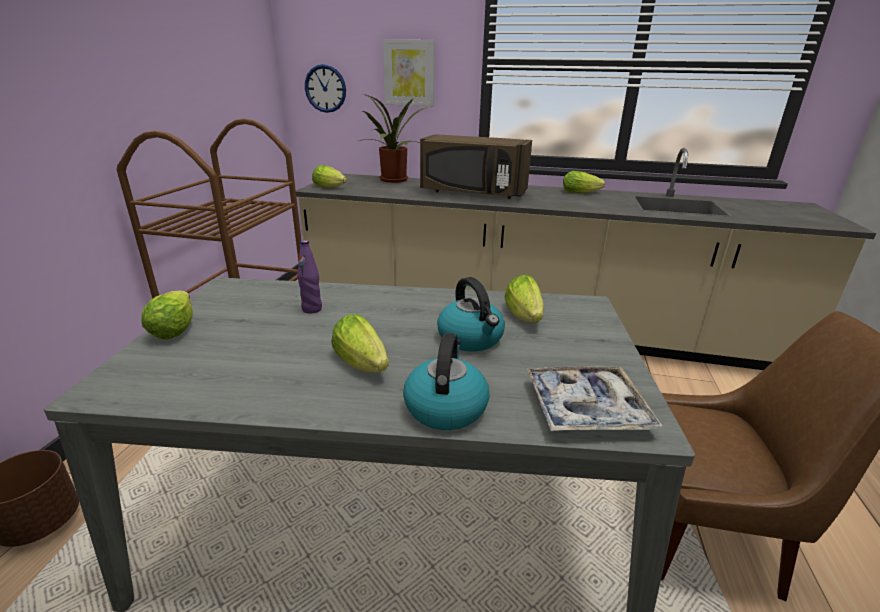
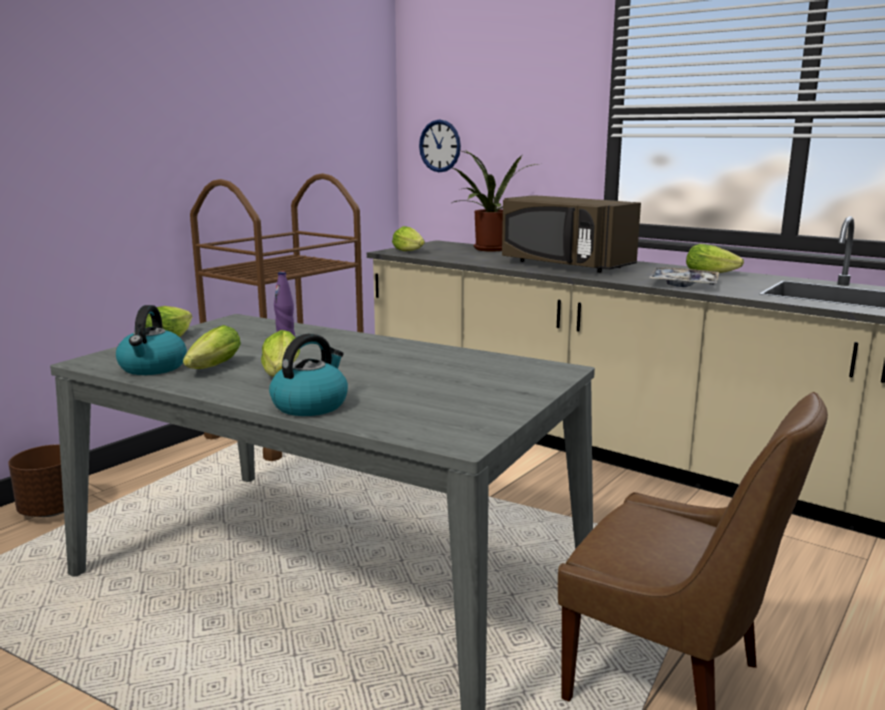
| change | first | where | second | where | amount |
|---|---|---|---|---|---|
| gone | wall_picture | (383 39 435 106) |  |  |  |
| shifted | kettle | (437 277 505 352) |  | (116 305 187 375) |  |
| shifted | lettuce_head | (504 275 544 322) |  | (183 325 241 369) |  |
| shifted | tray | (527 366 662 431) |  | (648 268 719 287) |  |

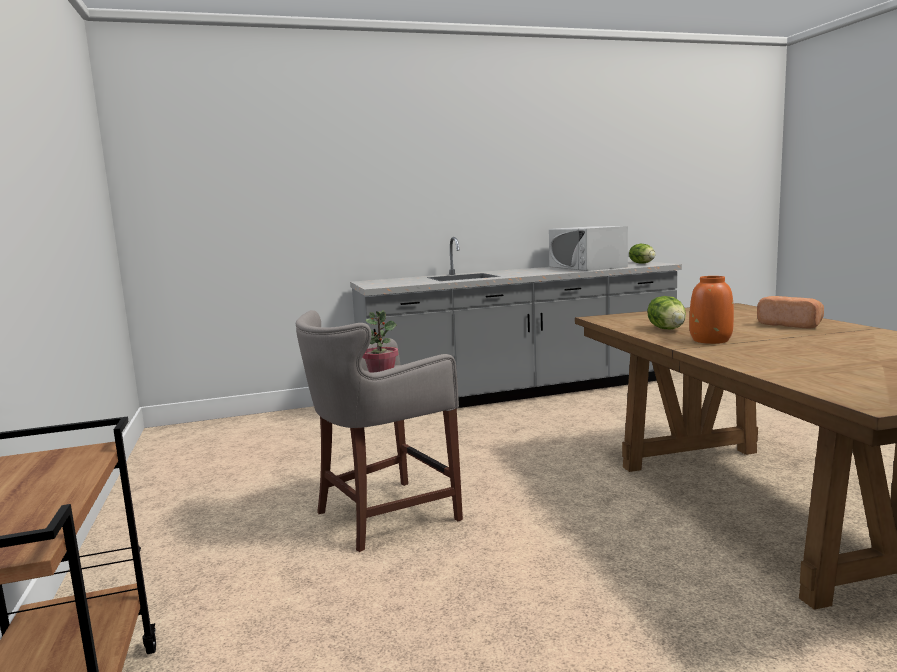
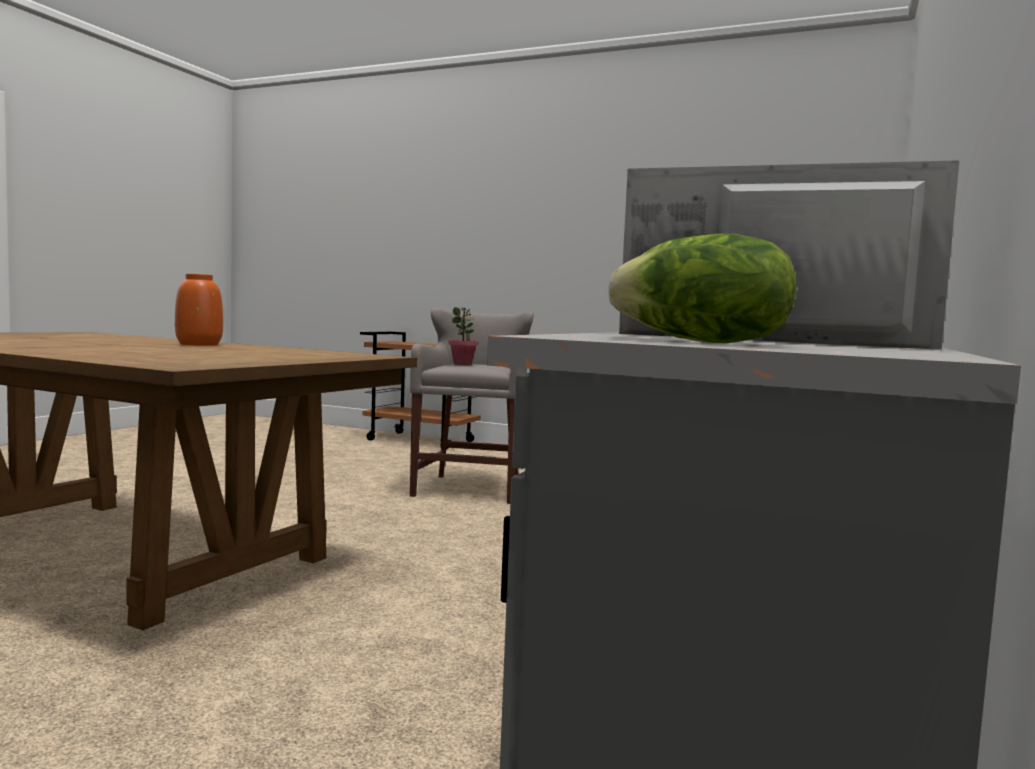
| change | first | where | second | where | amount |
|---|---|---|---|---|---|
| gone | lettuce_head | (648 296 686 329) |  |  |  |
| gone | baked_bread | (757 296 824 328) |  |  |  |

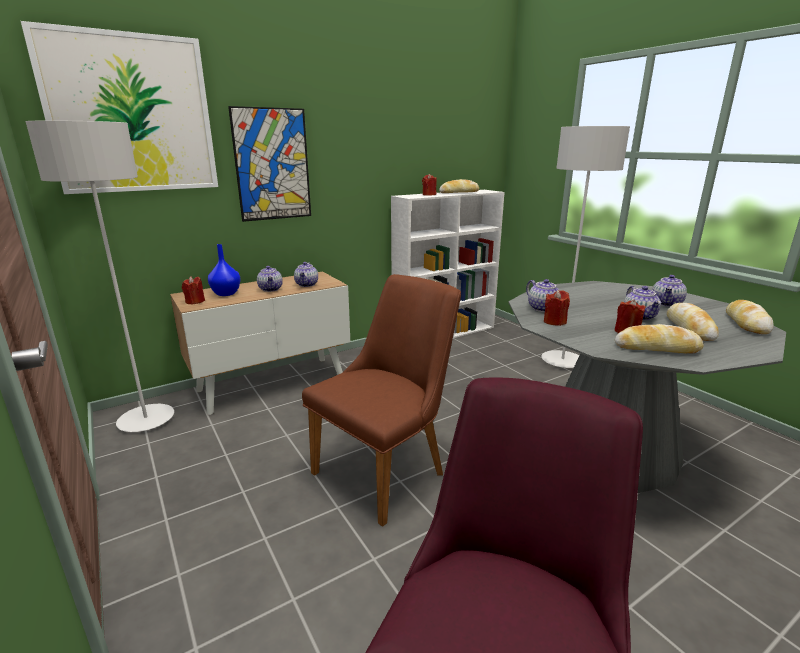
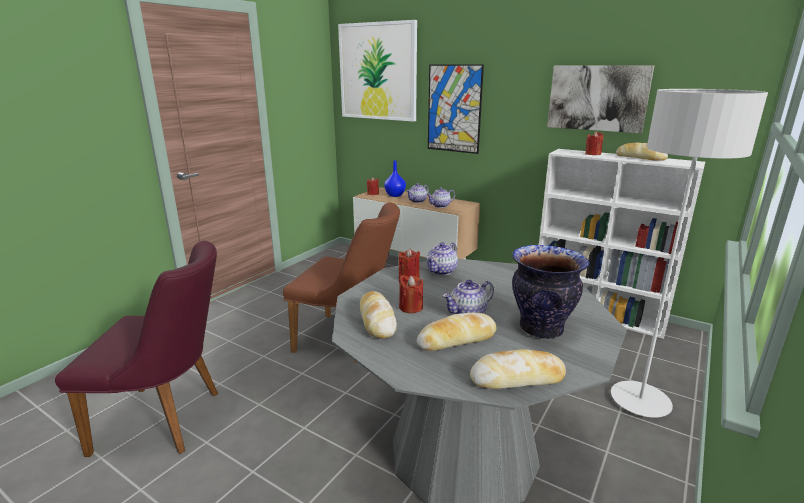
| change | first | where | second | where | amount |
|---|---|---|---|---|---|
| gone | gray_floor_lamp | (25 121 174 432) |  |  |  |
| swapped | pot_for_tea | (652 275 687 307) | decorative_vase | (512 245 589 339) |  |
| new |  |  | wall_picture | (547 66 654 133) |  |

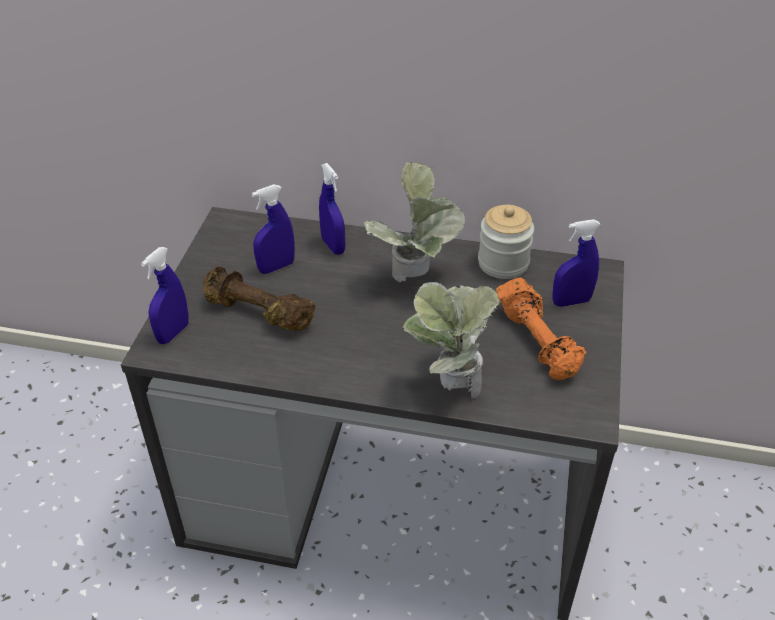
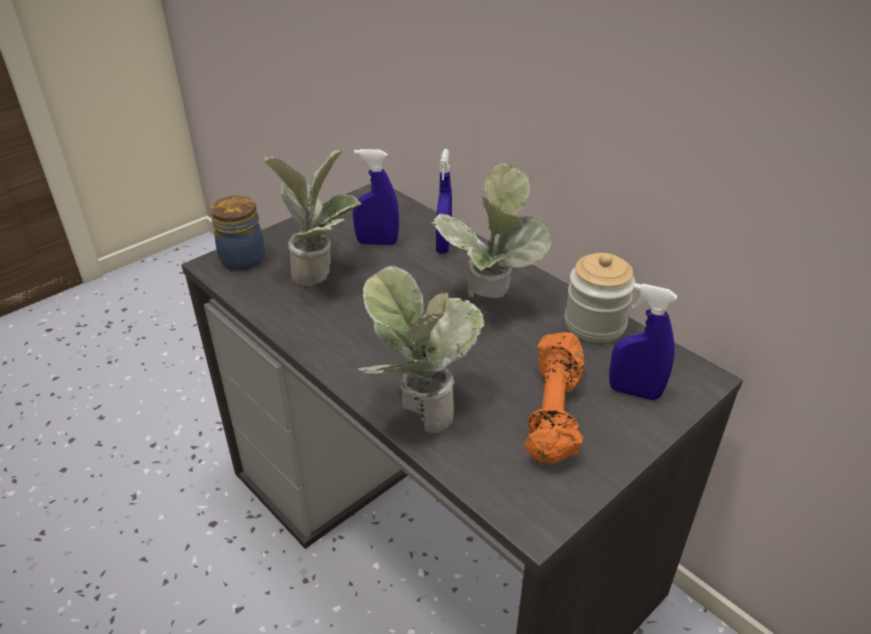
| change | first | where | second | where | amount |
|---|---|---|---|---|---|
| swapped | blue_hand_sprayer | (141 247 189 344) | storage_jar | (210 196 265 270) |  |
| swapped | brown-coloured_dumbbell | (203 266 315 331) | plant_in_a_pot | (263 149 361 286) |  |

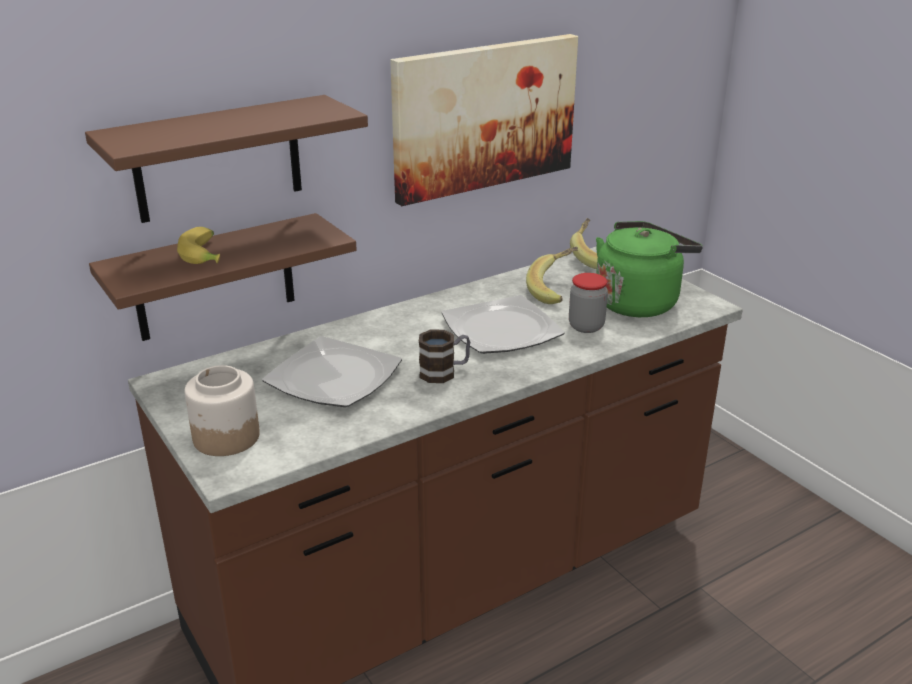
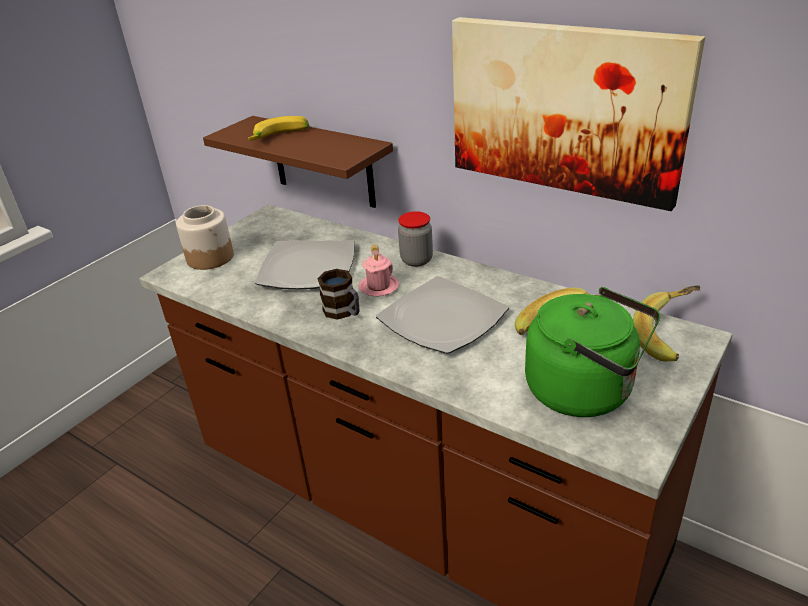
| change | first | where | second | where | amount |
|---|---|---|---|---|---|
| gone | brown-coloured_shelf | (85 95 368 223) |  |  |  |
| shifted | storage_jar | (569 273 608 333) |  | (398 211 433 267) |  |
| new |  |  | pink-coloured_coffee_mug | (358 244 399 296) |  |

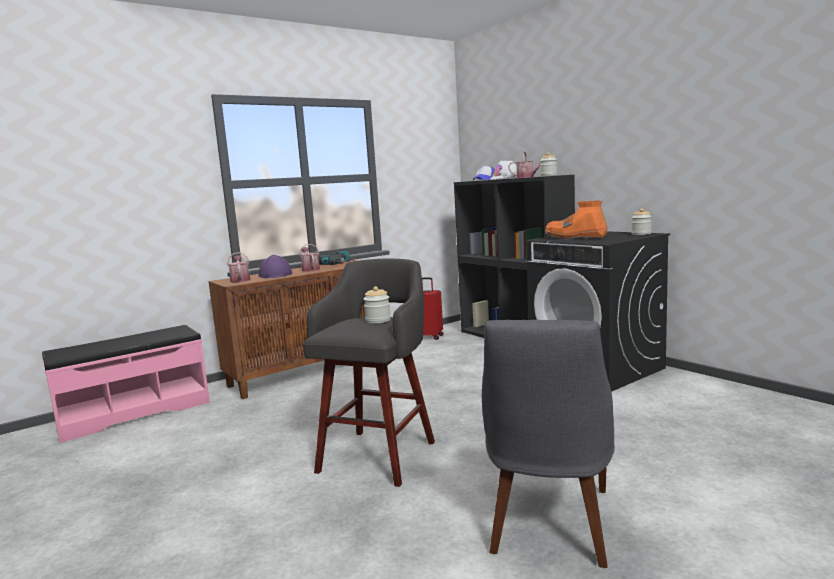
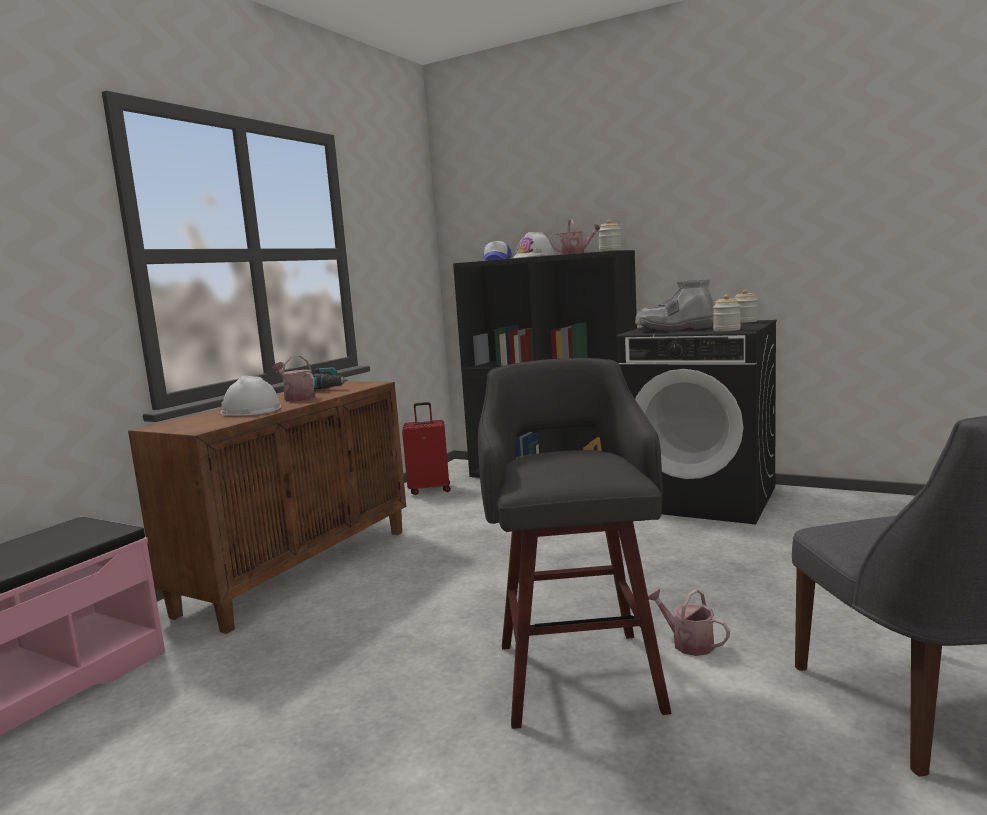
| change | first | where | second | where | amount |
|---|---|---|---|---|---|
| shifted | watering_can | (227 252 251 282) |  | (648 589 730 656) |  |
| repainted | purplish_hard_hat | (258 255 293 278) | whitish_hard_hat | (220 376 281 416) |  |
| shifted | storage_jar | (364 286 391 323) |  | (713 294 741 331) |  |
| repainted | orangey_boot | (545 201 607 239) | gray_boot | (635 280 714 331) |  |

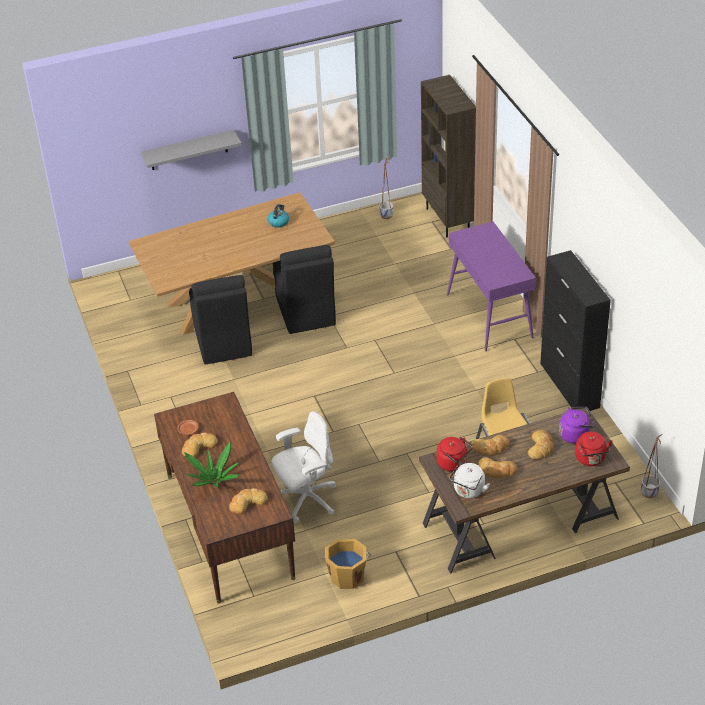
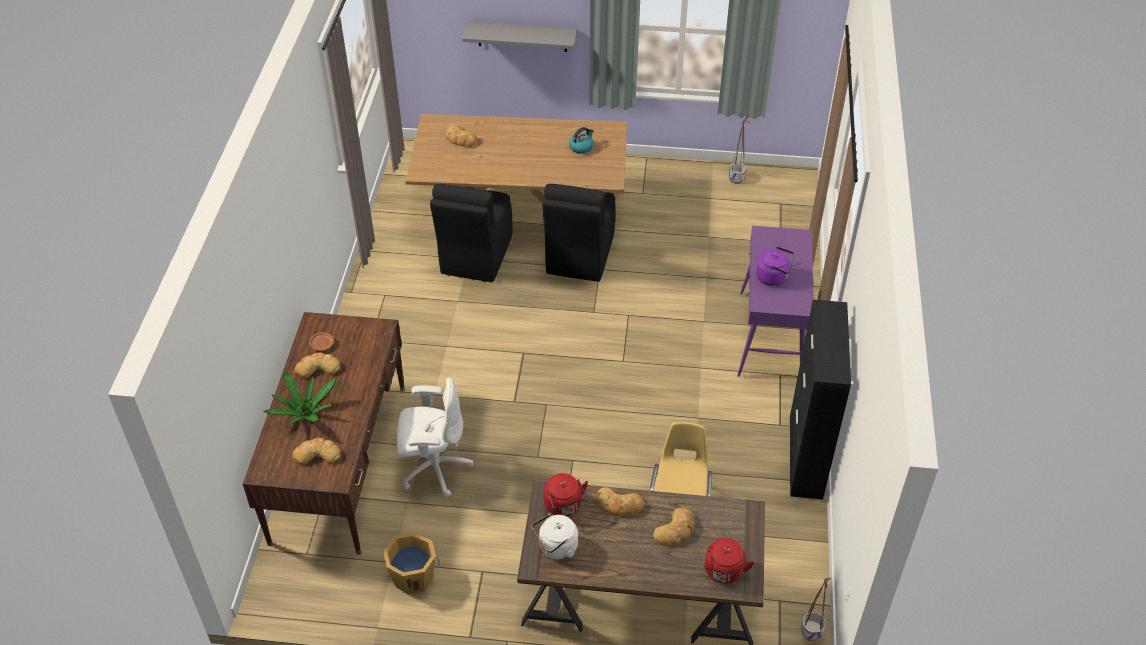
| change | first | where | second | where | amount |
|---|---|---|---|---|---|
| gone | brown-coloured_shelving_unit | (421 75 476 237) |  |  |  |
| shifted | baked_bread | (478 457 518 479) |  | (446 124 477 147) |  |
| shifted | purplish_kettle | (559 407 595 444) |  | (756 247 795 286) |  |

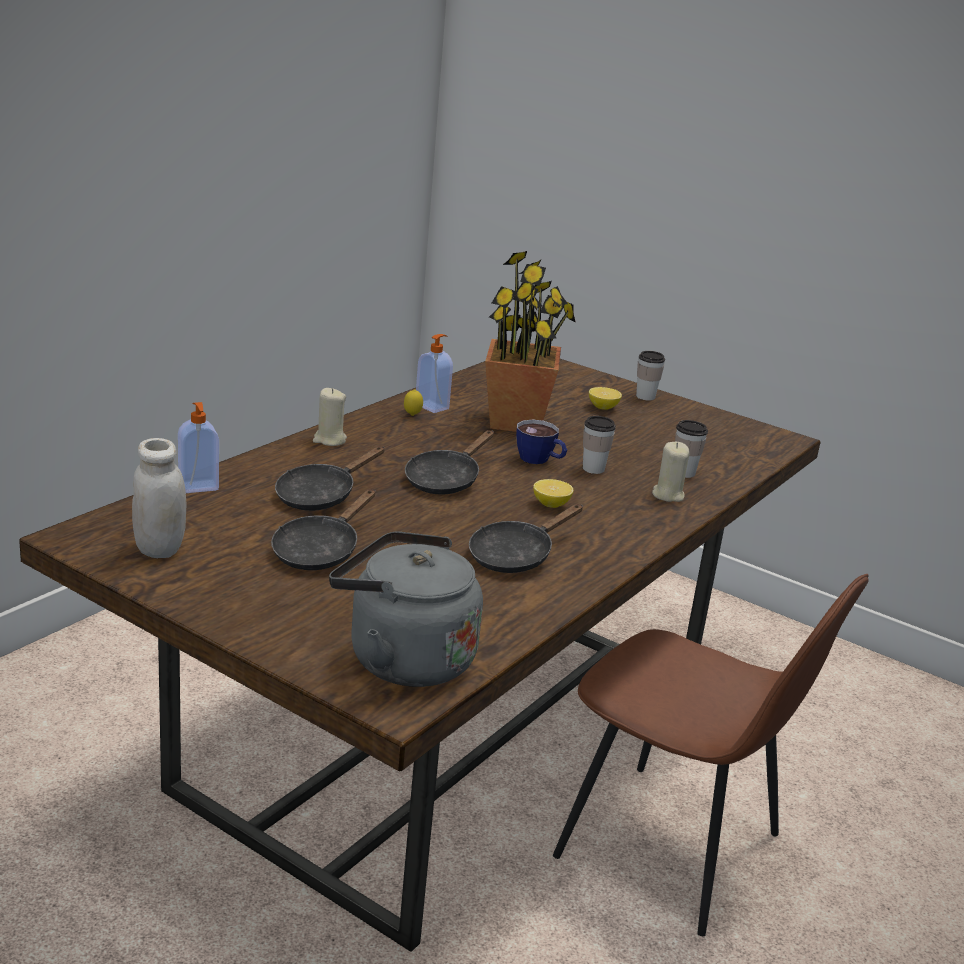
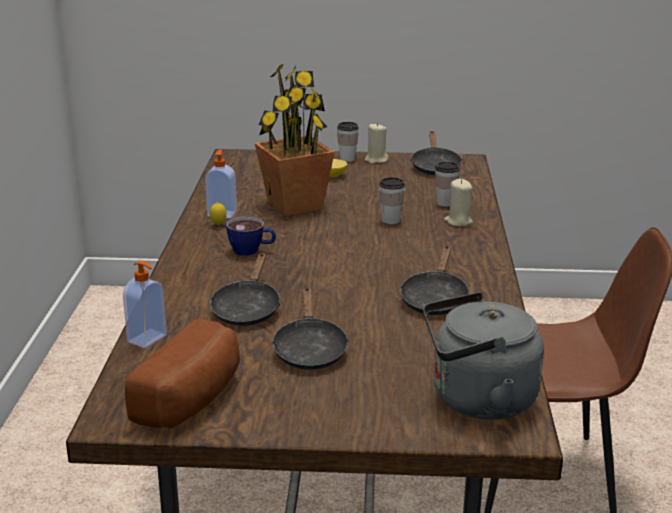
| change | first | where | second | where | amount |
|---|---|---|---|---|---|
| swapped | whitish_storage_jar | (132 438 187 558) | baked_bread | (125 318 240 428) |  |
| shifted | beige_wax_light | (313 388 347 446) |  | (365 123 389 164) |  |
| shifted | black-coloured_frying_pan | (405 430 494 495) |  | (410 131 462 175) |  |
| shifted | small_cup | (516 419 567 464) |  | (226 217 276 256) |  |
| gone | citrus_fruit | (533 479 573 508) |  |  |  |

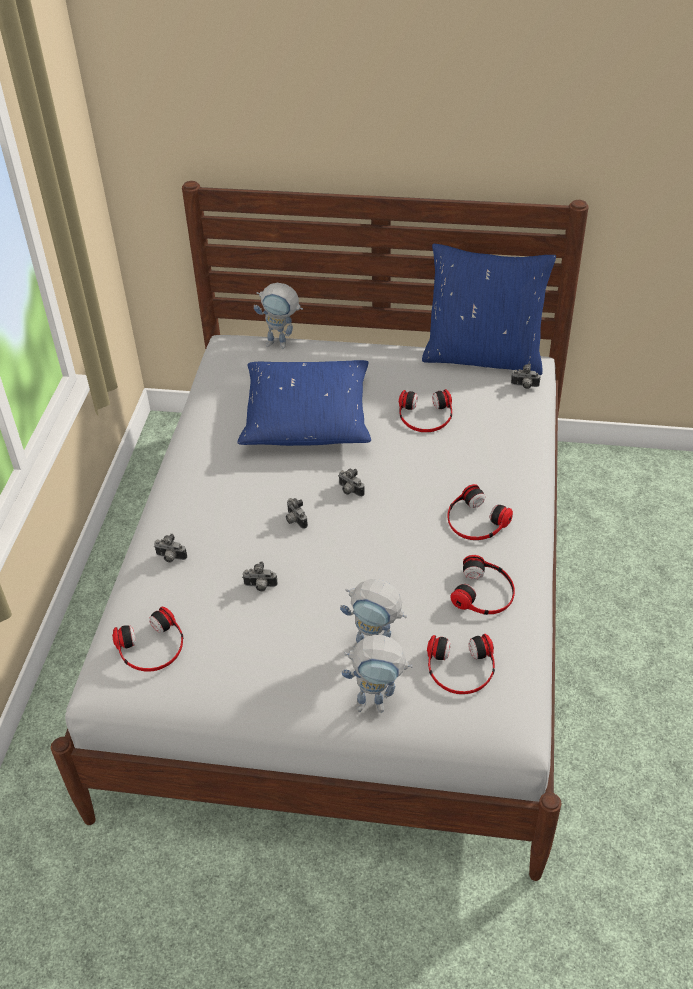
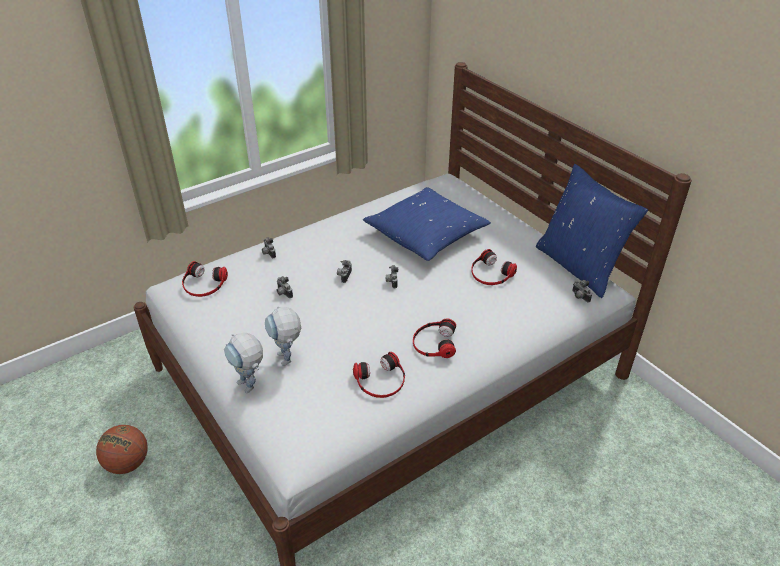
| change | first | where | second | where | amount |
|---|---|---|---|---|---|
| gone | toy_robot | (254 283 303 349) |  |  |  |
| gone | headphones | (427 634 495 694) |  |  |  |
| new |  |  | basketball_ball | (96 425 148 474) |  |

